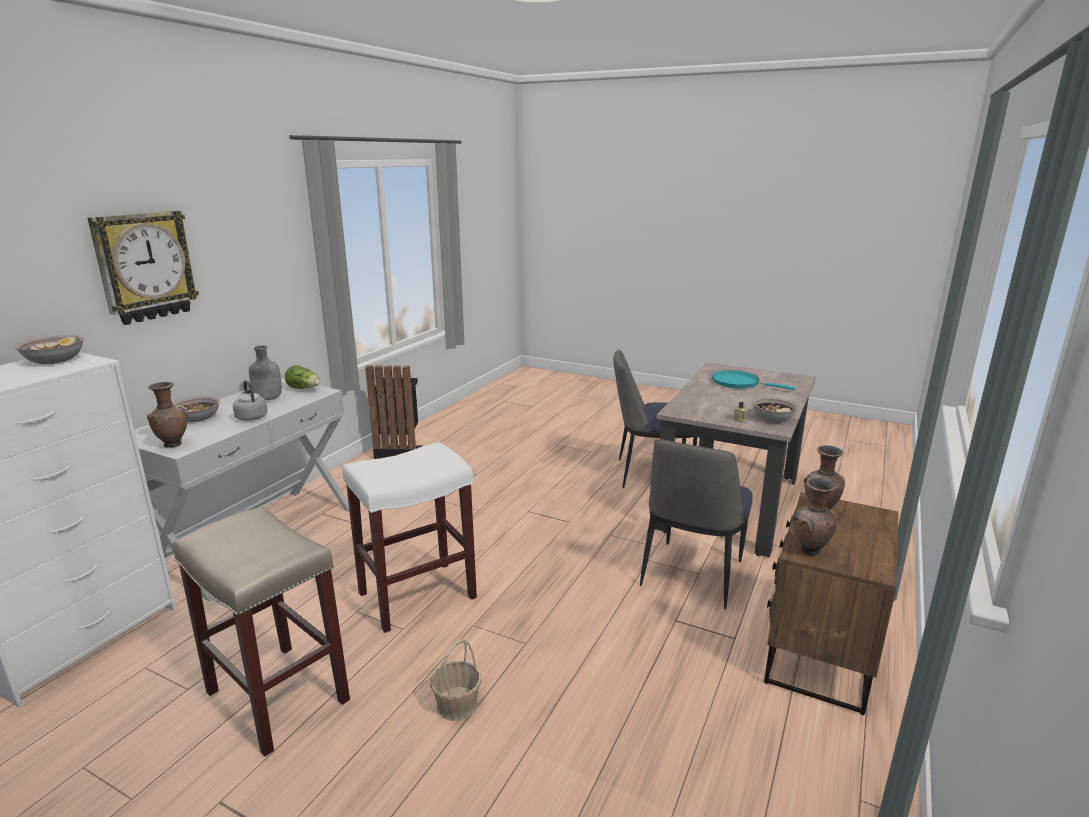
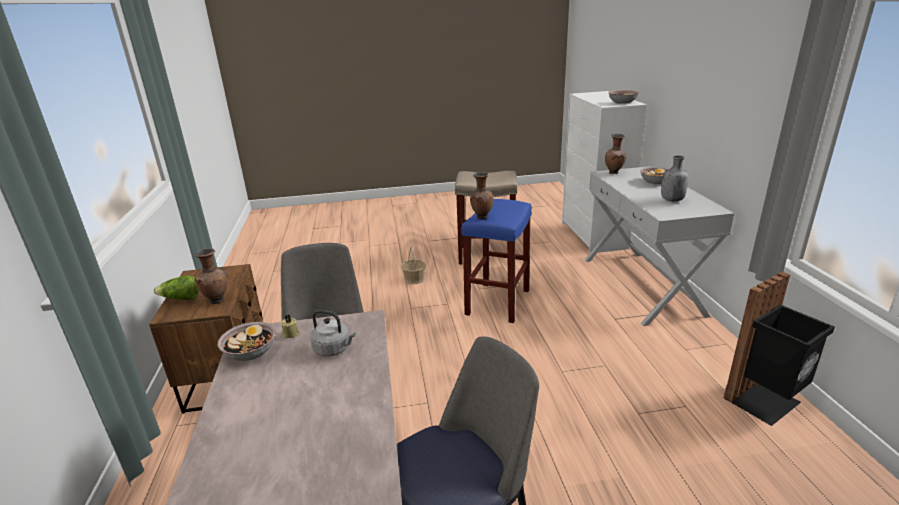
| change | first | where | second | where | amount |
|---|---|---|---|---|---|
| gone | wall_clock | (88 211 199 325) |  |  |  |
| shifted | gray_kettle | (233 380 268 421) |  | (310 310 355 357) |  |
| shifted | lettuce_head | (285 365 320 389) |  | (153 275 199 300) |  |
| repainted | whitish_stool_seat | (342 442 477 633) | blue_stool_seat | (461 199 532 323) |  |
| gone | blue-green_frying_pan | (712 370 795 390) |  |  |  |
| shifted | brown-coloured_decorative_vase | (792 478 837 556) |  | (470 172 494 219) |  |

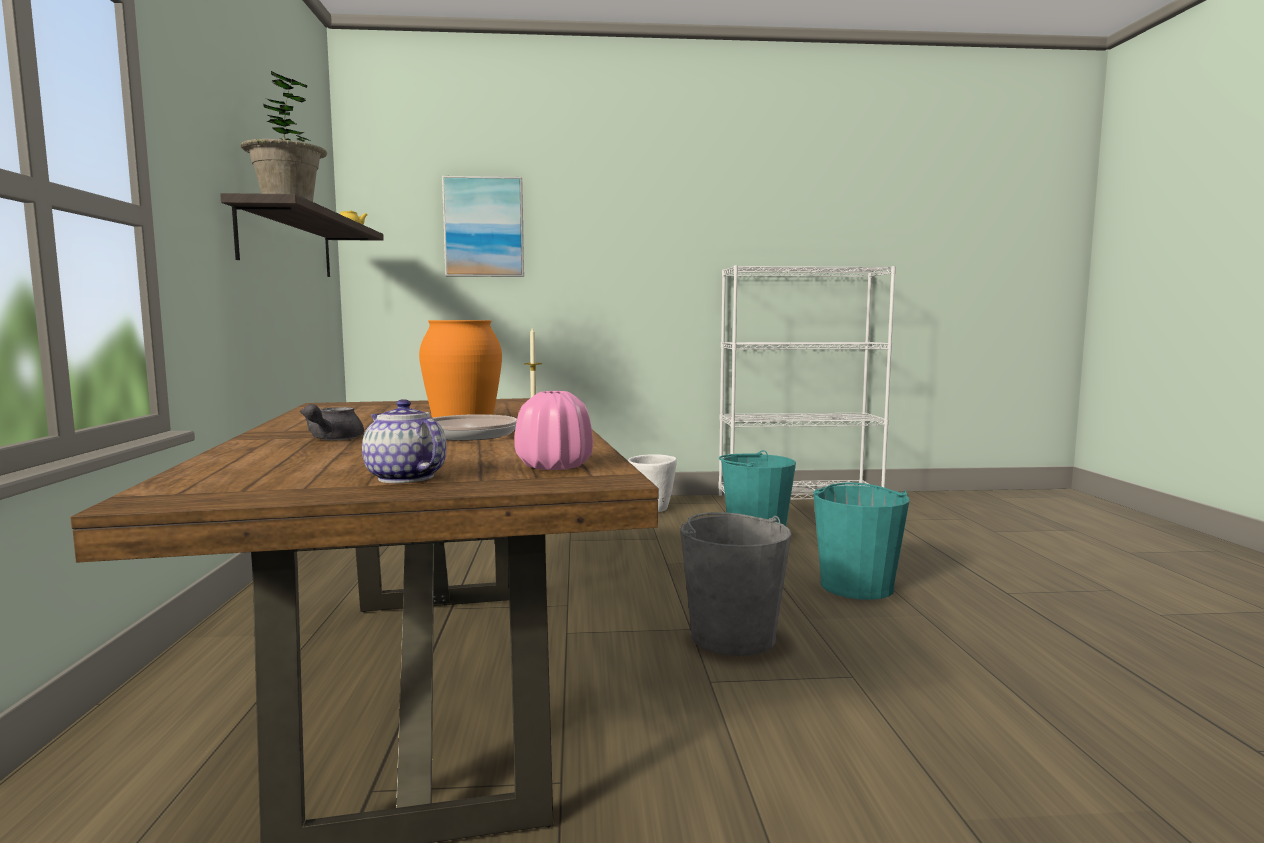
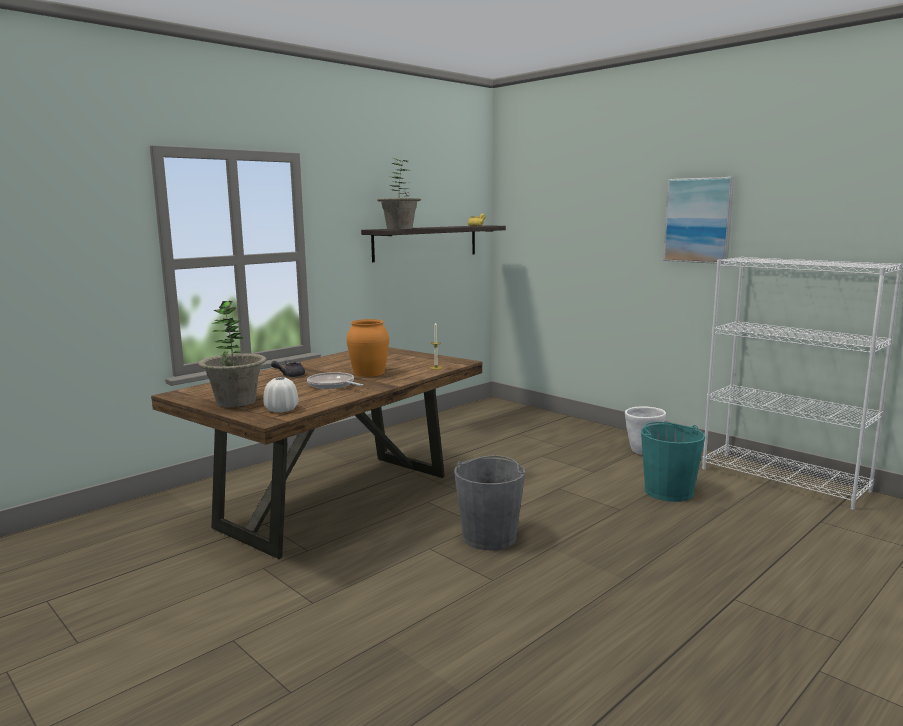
| change | first | where | second | where | amount |
|---|---|---|---|---|---|
| swapped | pot_for_tea | (362 399 447 483) | plant_in_a_pot | (198 301 267 408) |  |
| shifted | wall_picture | (442 176 524 277) |  | (663 177 734 264) |  |
| repainted | pink-coloured_decorative_vase | (514 391 593 470) | whitish_decorative_vase | (263 377 299 412) |  |
| gone | blue-green_bucket | (813 482 910 600) |  |  |  |

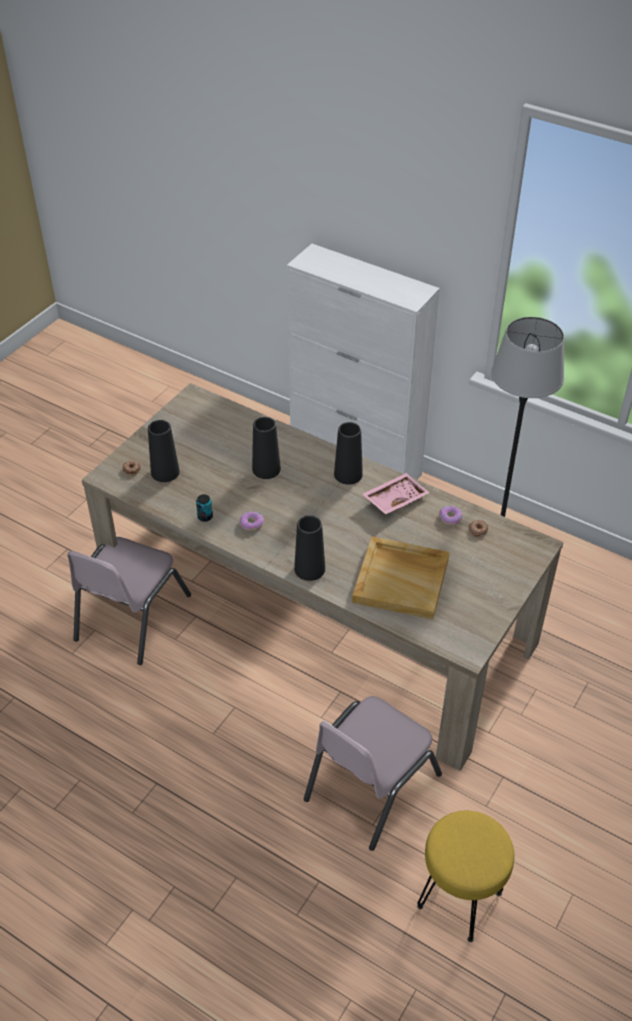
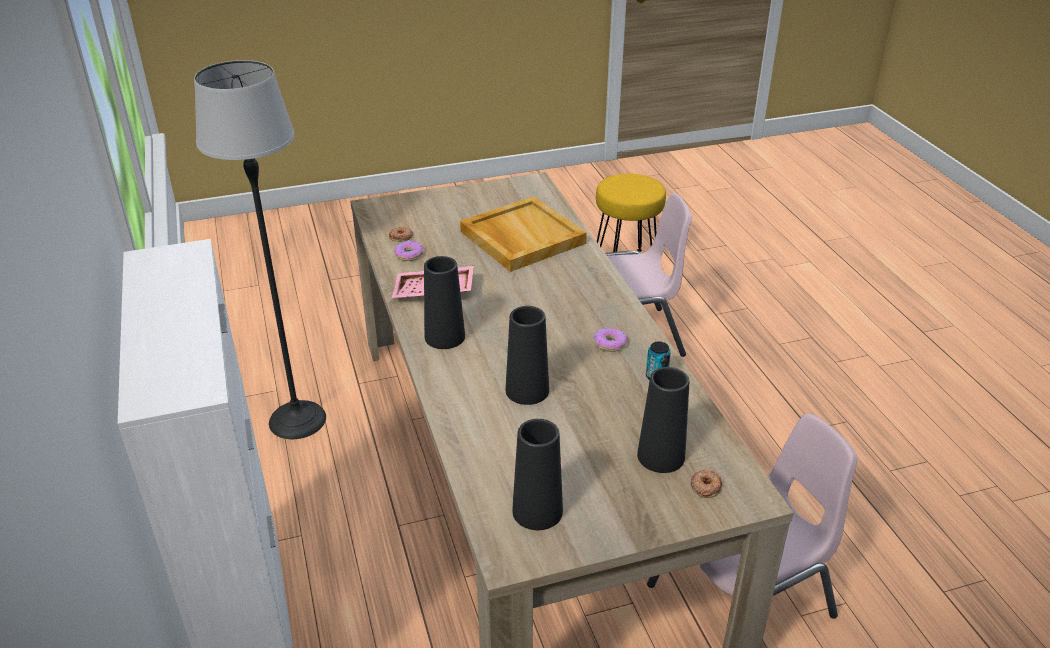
| change | first | where | second | where | amount |
|---|---|---|---|---|---|
| shifted | black-coloured_decorative_vase | (294 515 325 581) |  | (512 419 563 530) |  |

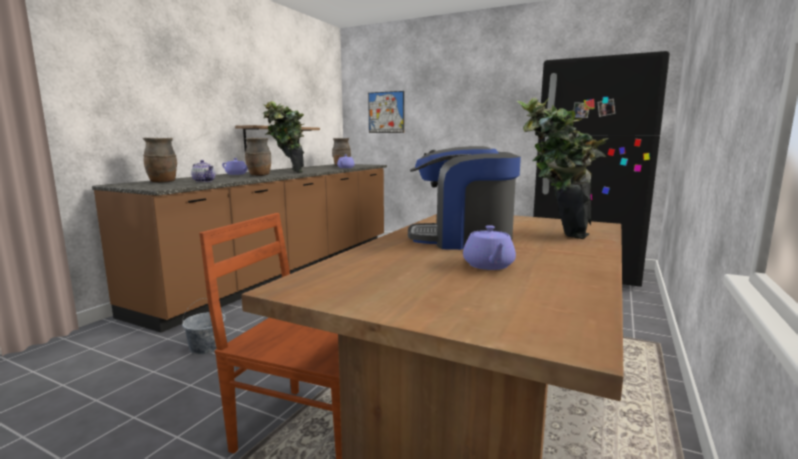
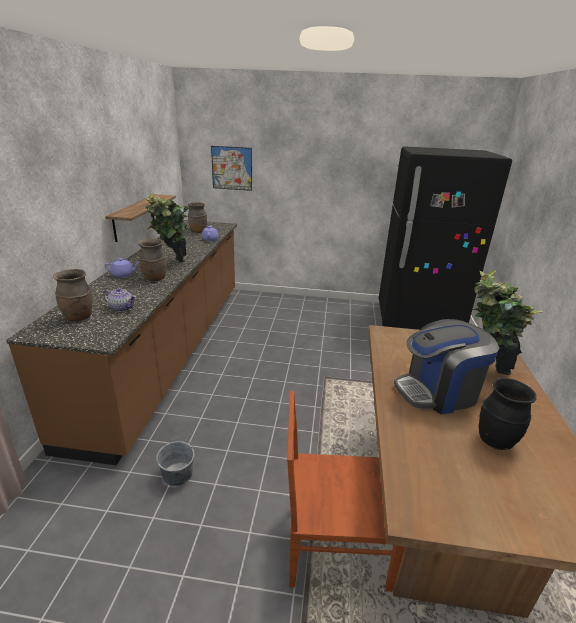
| change | first | where | second | where | amount |
|---|---|---|---|---|---|
| swapped | purplish_pot_for_tea | (463 225 516 270) | black-coloured_decorative_vase | (479 378 537 450) |  |

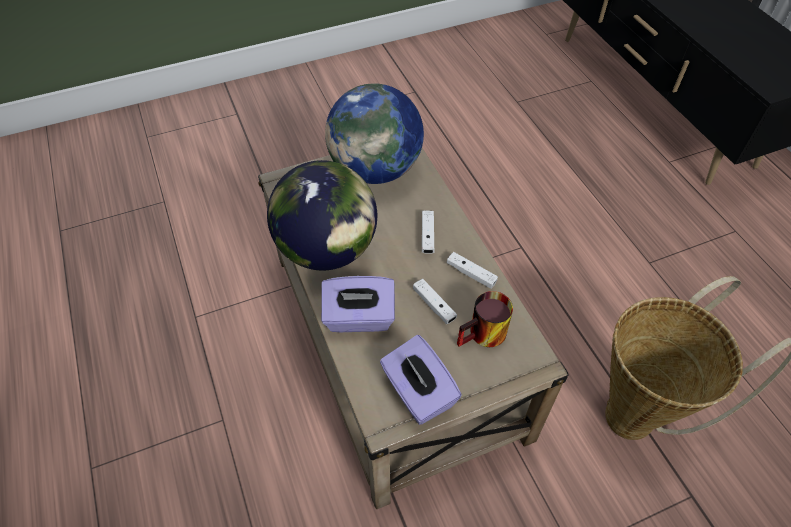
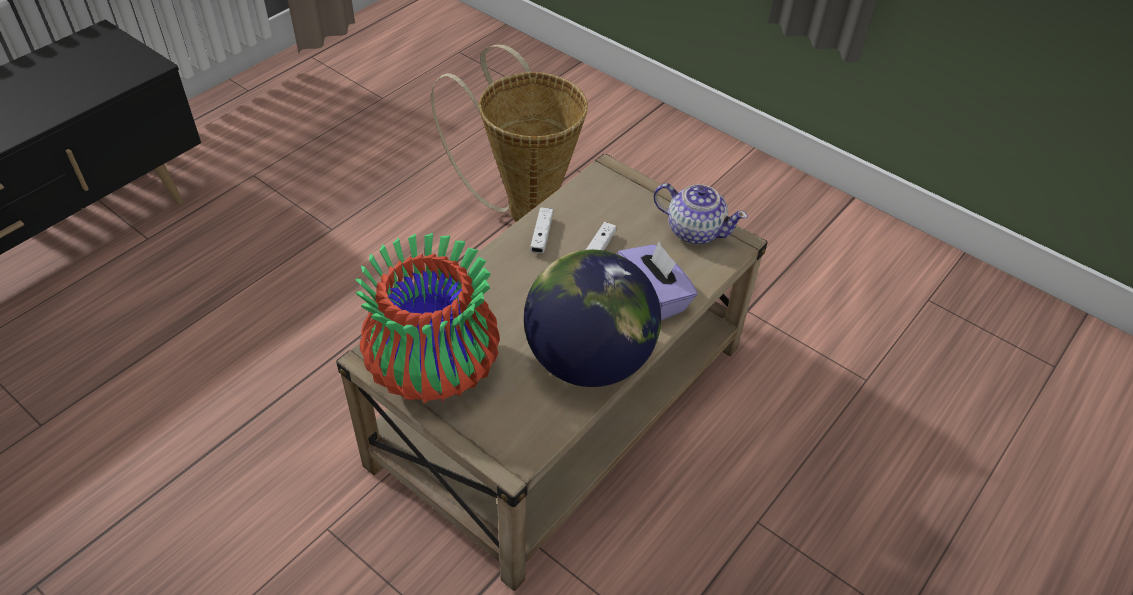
| change | first | where | second | where | amount |
|---|---|---|---|---|---|
| swapped | globe | (325 83 424 184) | decorative_vase | (355 233 500 404) |  |
| swapped | purplish_tissue_holder | (380 335 462 425) | pot_for_tea | (653 183 748 244) |  |
| gone | whitish_gamepad | (422 211 434 254) |  |  |  |
| gone | coffee_mug | (457 291 513 347) |  |  |  |

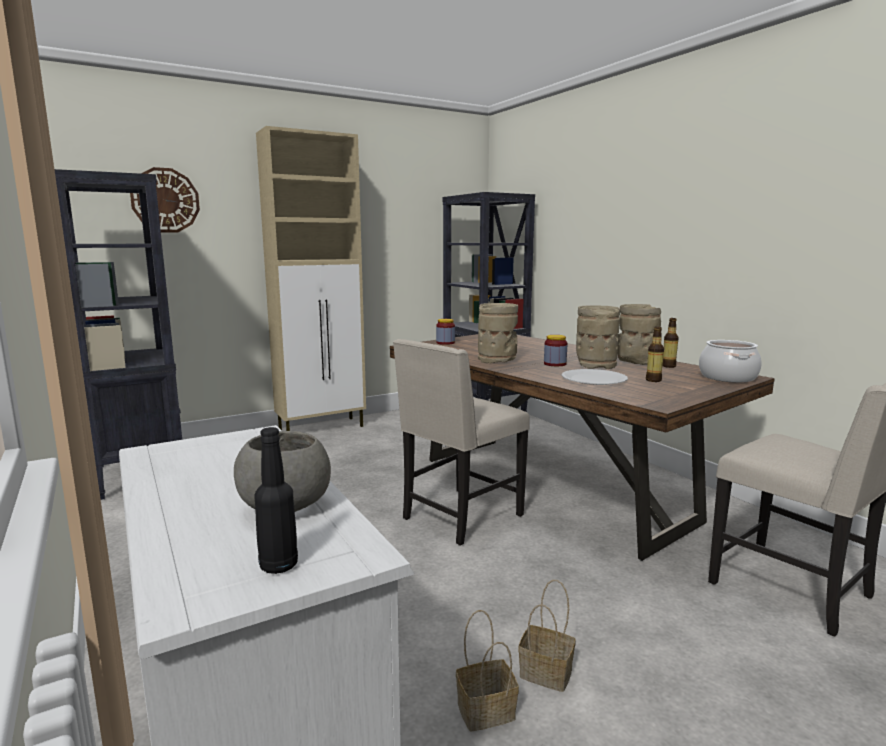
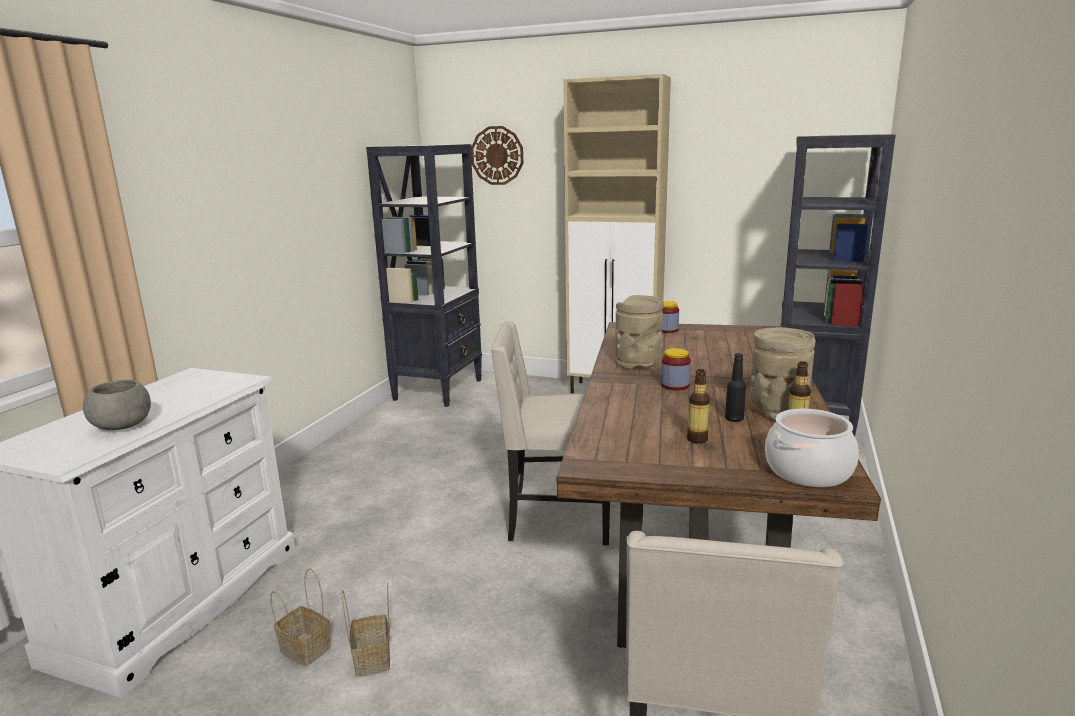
| change | first | where | second | where | amount |
|---|---|---|---|---|---|
| shifted | black-coloured_bottle | (254 427 298 574) |  | (725 353 746 422) |  |
| gone | whitish_flat_dish | (562 369 628 385) |  |  |  |
| gone | beige_decorative_vase | (576 305 620 369) |  |  |  |

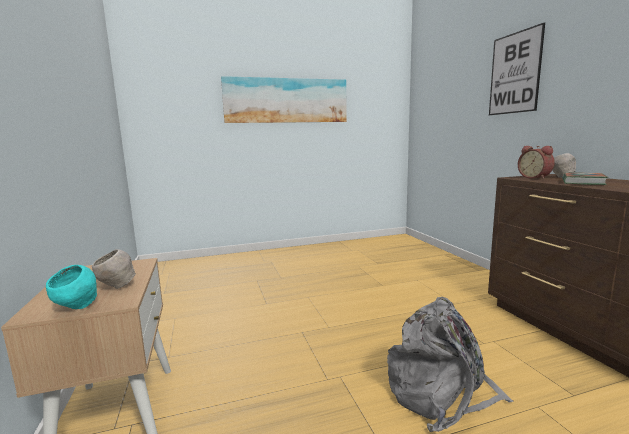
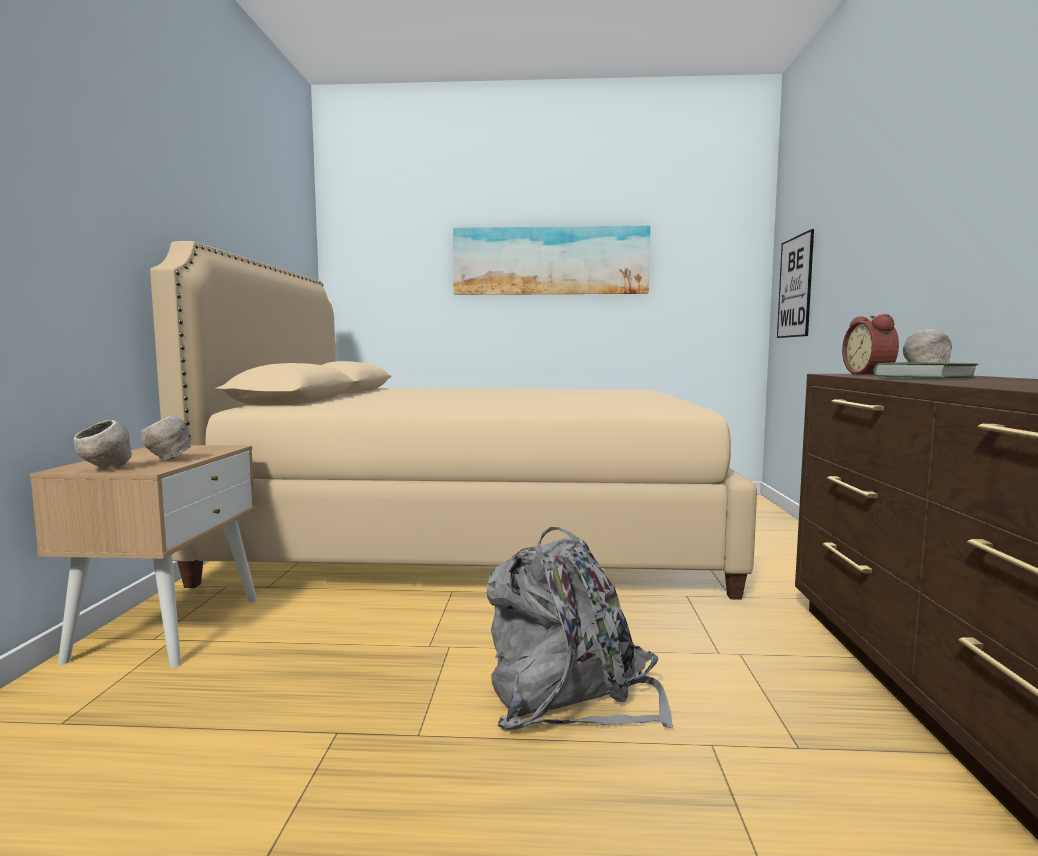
| change | first | where | second | where | amount |
|---|---|---|---|---|---|
| repainted | blue-green_deep_dish | (46 265 97 309) | gray_deep_dish | (74 420 132 470) |  |
| shifted | wall_picture | (489 23 545 115) |  | (777 229 814 338) |  |
| new |  |  | beige_bedroom_bed | (150 241 757 600) |  |

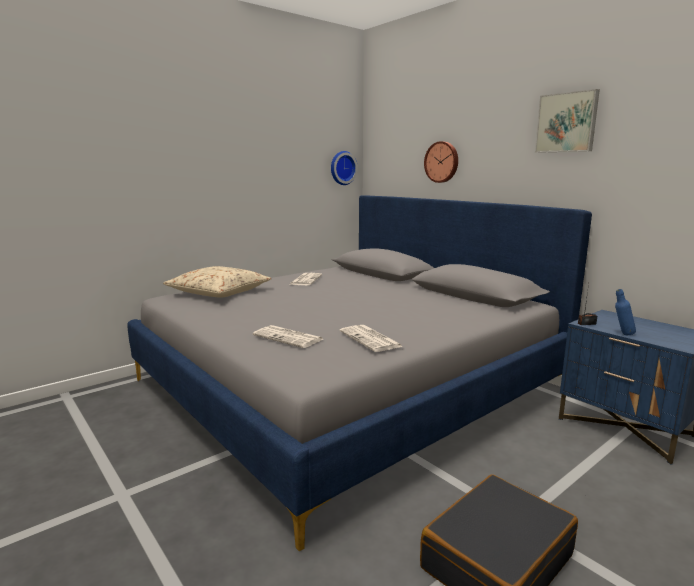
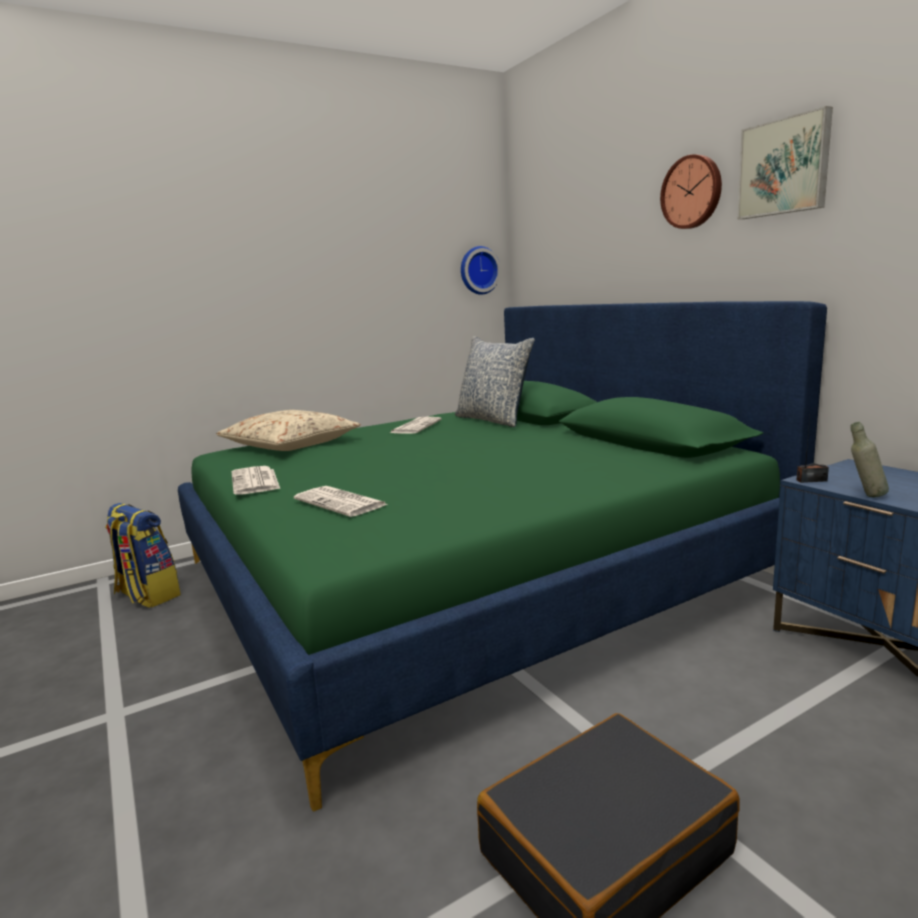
| change | first | where | second | where | amount |
|---|---|---|---|---|---|
| repainted | gray_bedroom_bed | (127 195 592 551) | green_bedroom_bed | (178 301 827 811) |  |
| shifted | newspaper | (340 325 404 352) |  | (232 466 280 495) |  |
| shifted | wall_clock | (424 141 458 183) |  | (660 154 722 229) |  |
| repainted | blue_bottle | (615 289 636 335) | gray_bottle | (851 422 889 497) |  |
| new |  |  | knapsack | (105 503 181 608) |  |
| new |  |  | pillow | (455 336 535 427) |  |

